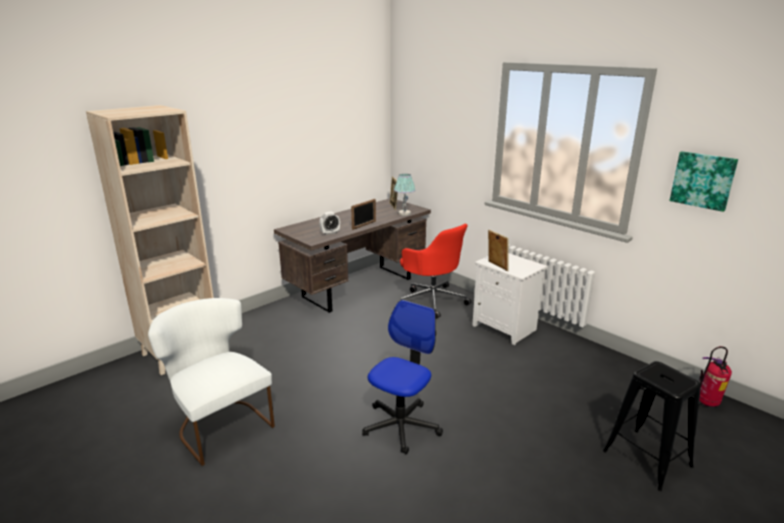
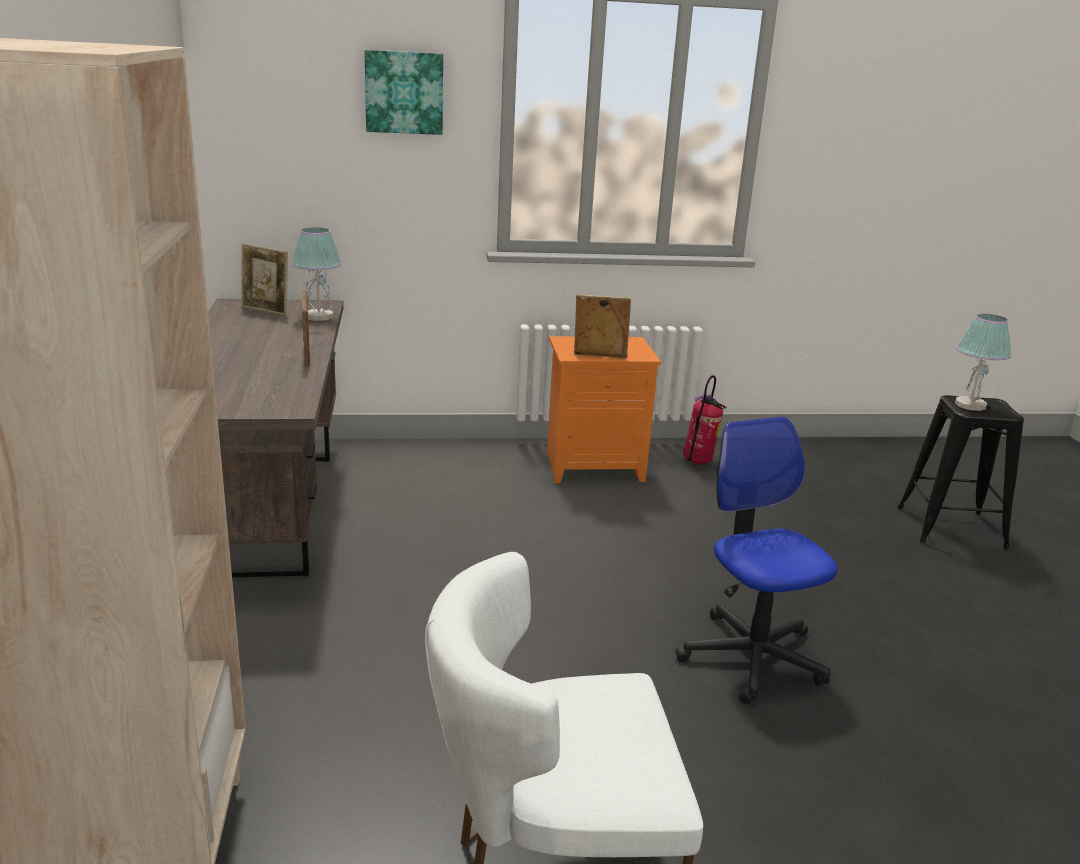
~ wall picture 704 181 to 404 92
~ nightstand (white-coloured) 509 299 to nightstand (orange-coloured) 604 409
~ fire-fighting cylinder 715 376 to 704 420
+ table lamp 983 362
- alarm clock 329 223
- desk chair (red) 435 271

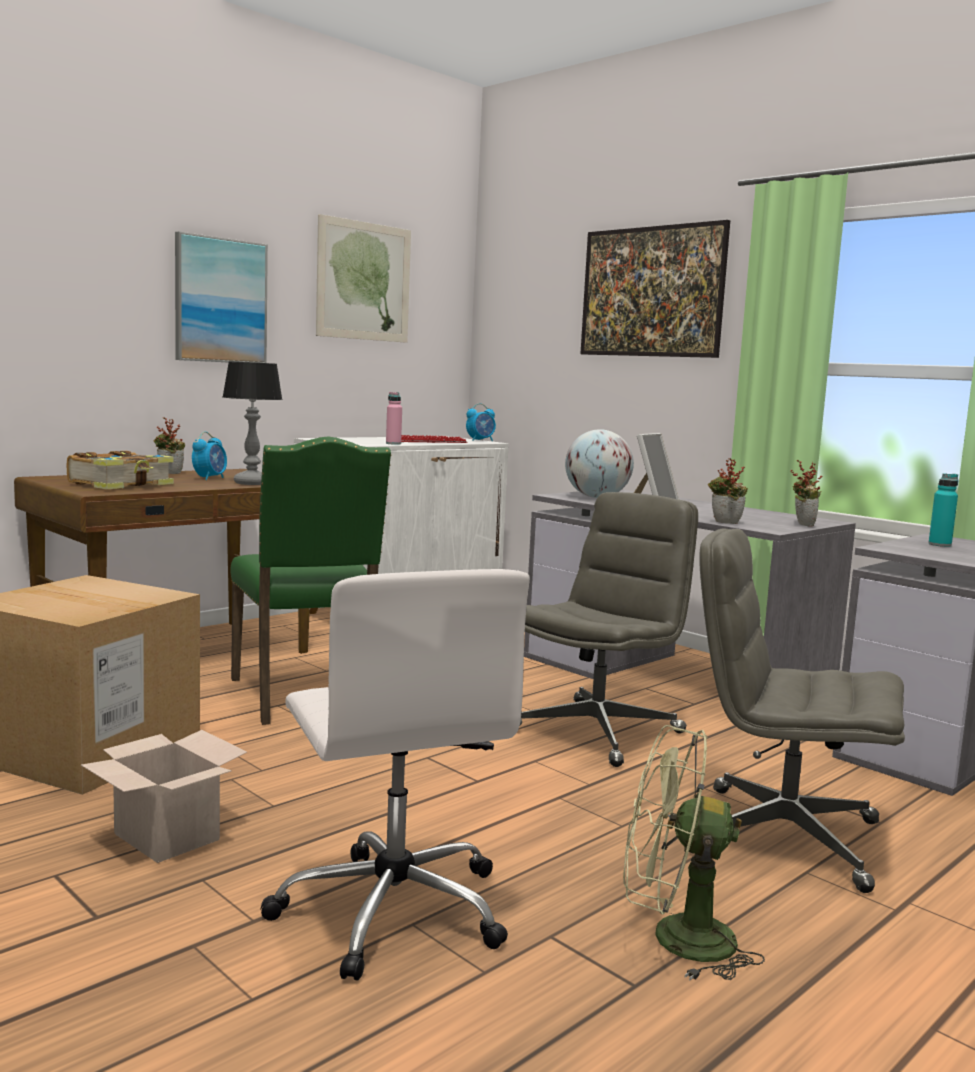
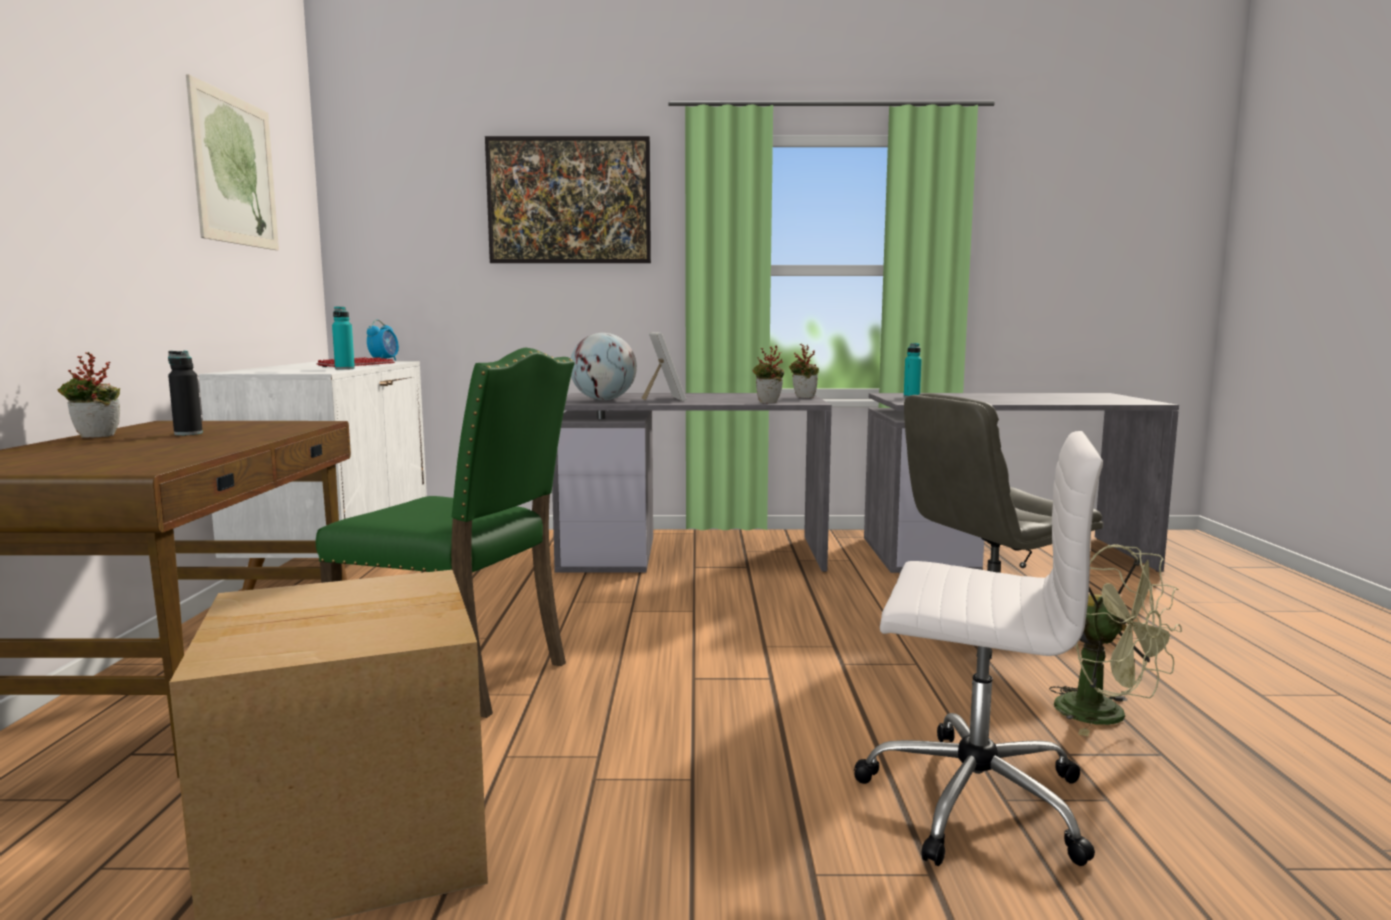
~ alarm clock 209 456 to bottle (black-coloured) 185 393
~ bottle (pink) 394 418 to bottle (turquoise-coloured) 343 338
~ cooling fan (green-coloured) 694 853 = 1115 640 90 degrees counterclockwise
- bound book 120 470
- packing box 164 796
- wall picture 221 297
- table lamp 253 423
- desk chair (grey) 608 629

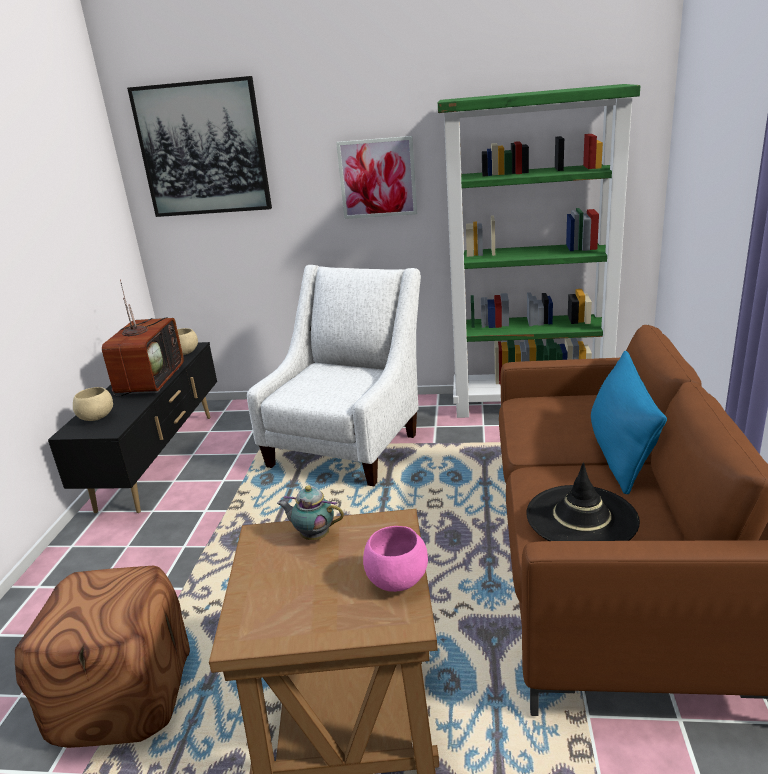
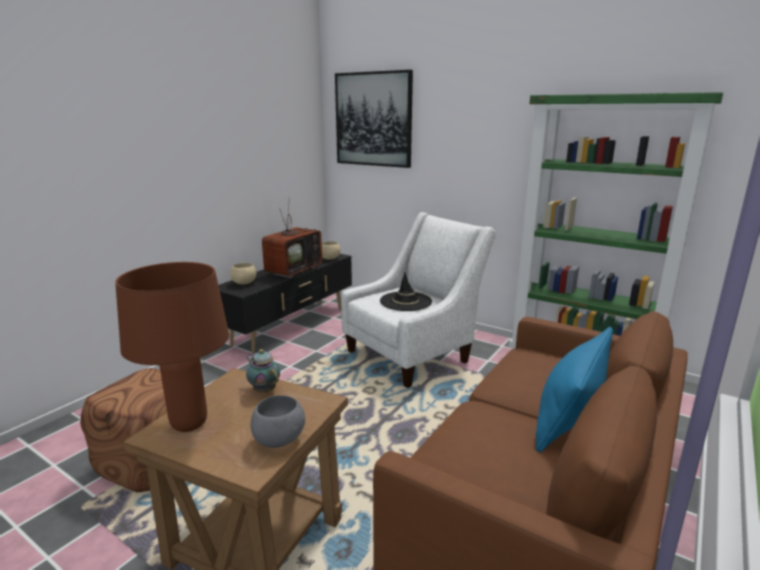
+ table lamp (brownish) 172 347
~ serving bowl (pink) 395 559 to serving bowl (grey) 278 421
~ hat (black-coloured) 583 502 to 406 291
- wall picture 376 177

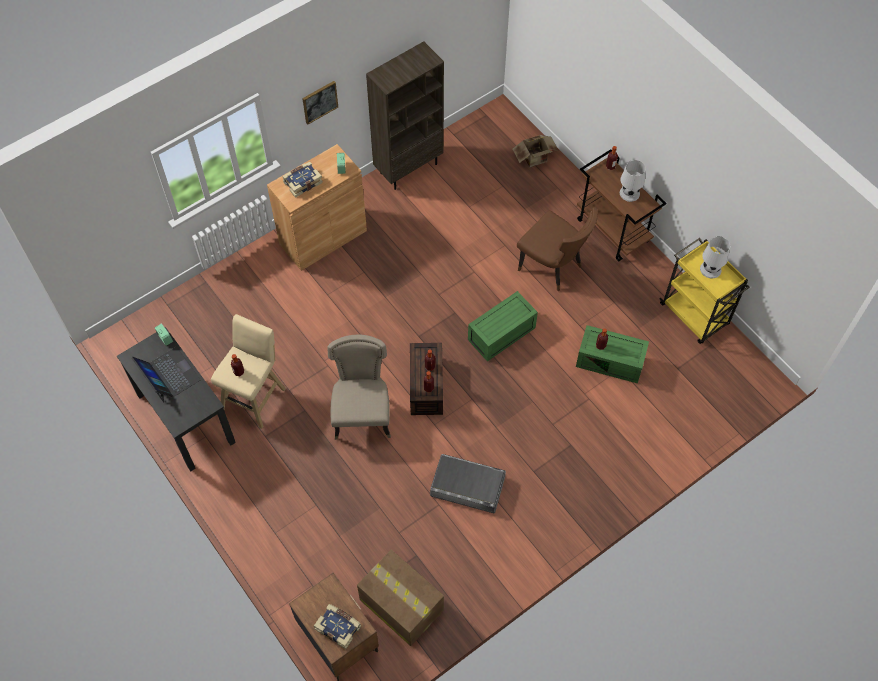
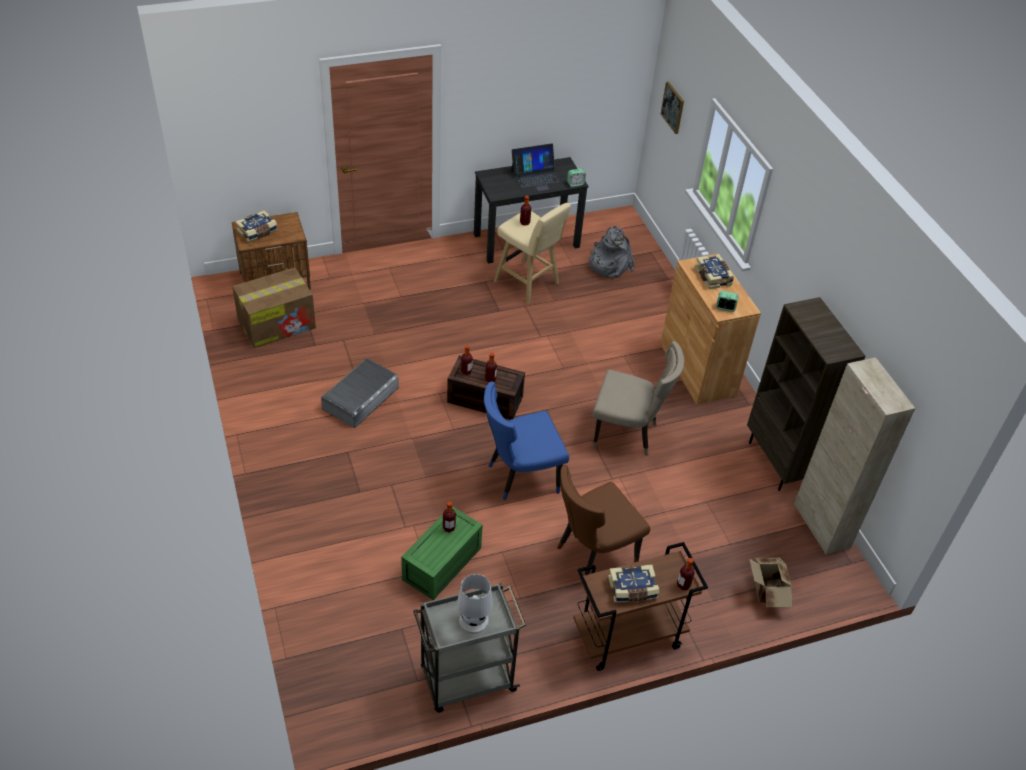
~ wheeled cart (yellow) 704 291 to wheeled cart (grey) 469 648
~ storage container (green-coloured) 503 326 to chair (blue) 526 441
+ rucksack (grey) 611 252
~ chair (sand-coloured) 359 387 to 638 398
~ table lamp (white-coloured) 633 181 to bound book 633 583
~ wall picture 320 103 to 672 107
+ cupboard (sand-coloured) 854 456

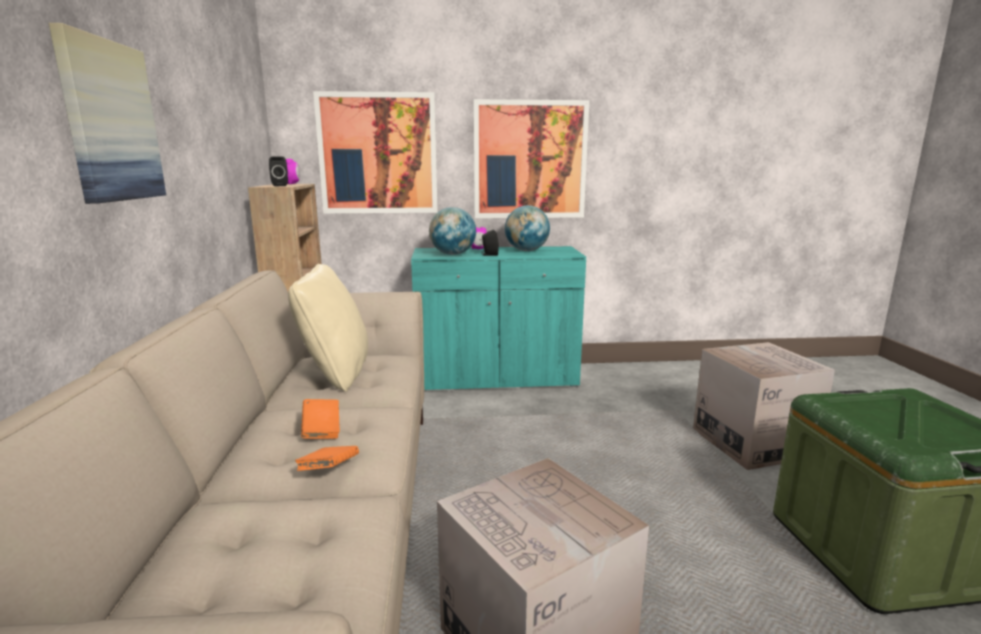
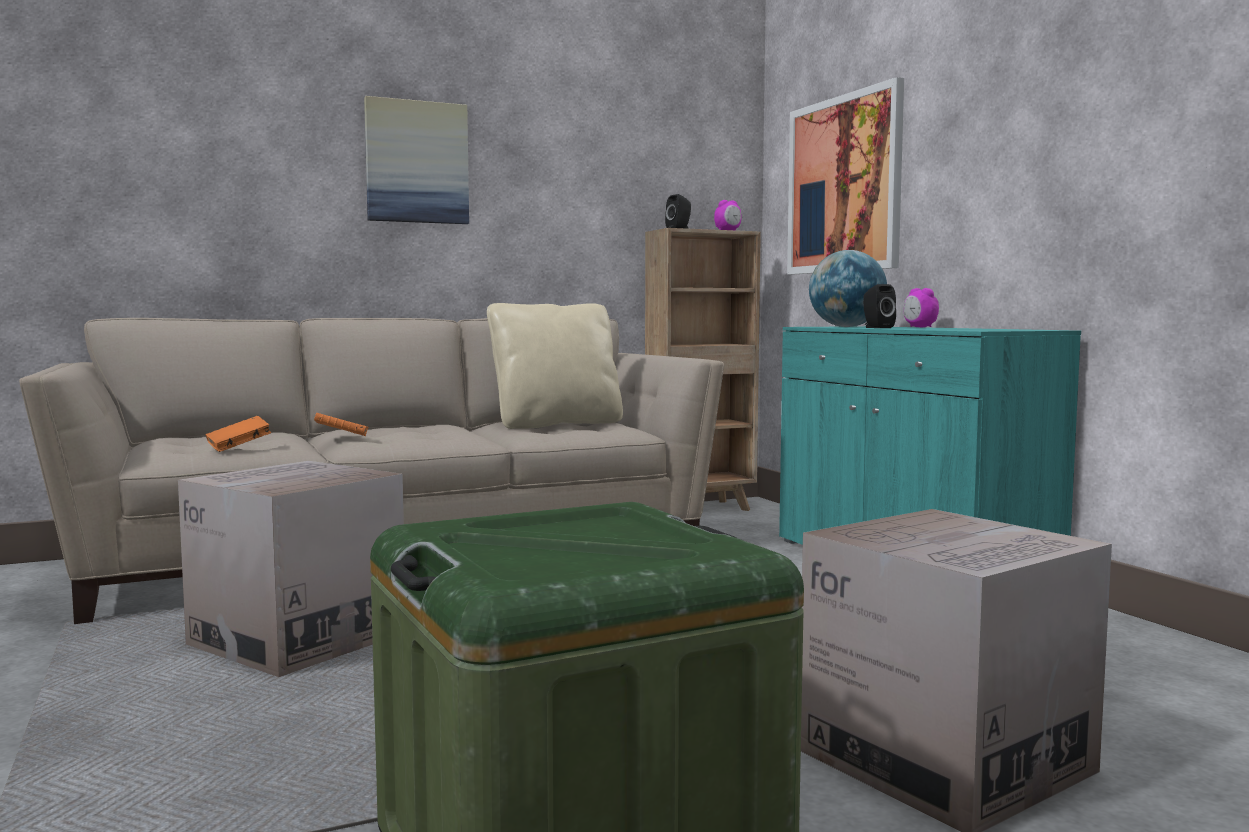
~ bound book (orange-coloured) 320 419 to 238 434
- wall picture 531 158
- globe 527 228

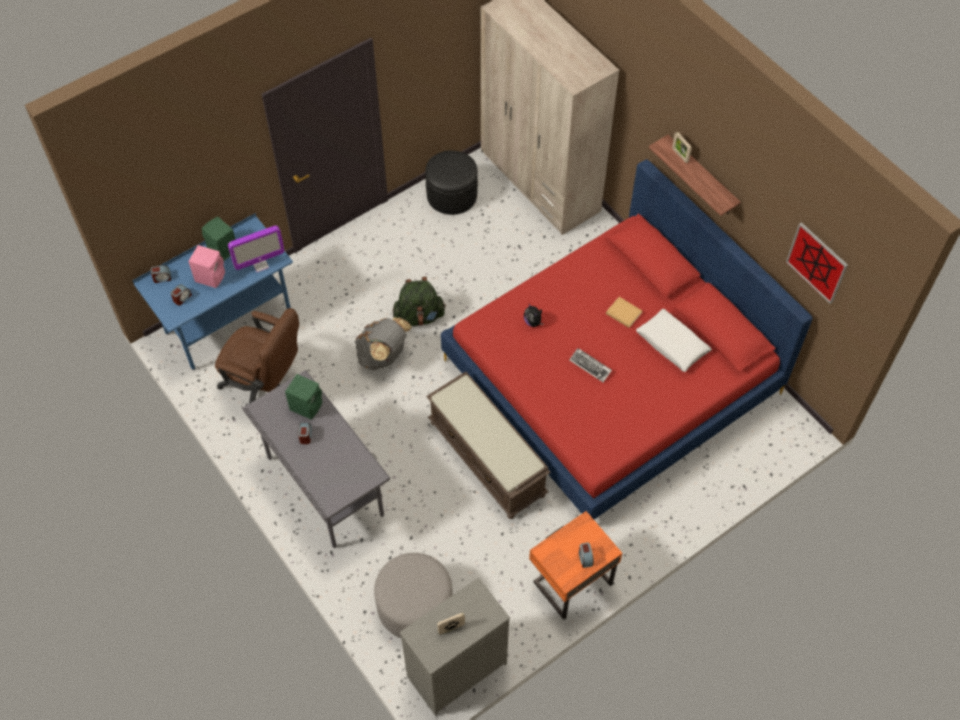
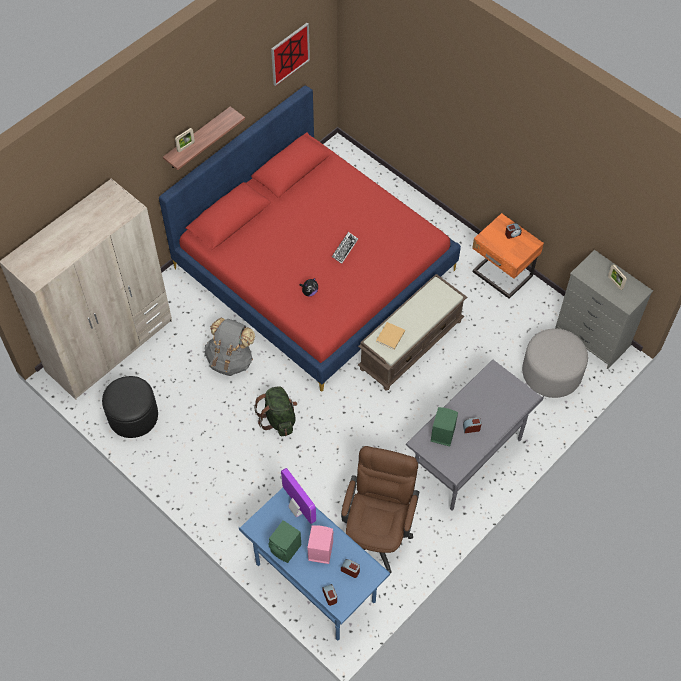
~ rucksack (grey) 383 343 to 230 347
~ bound book (sand-coloured) 624 312 to 390 336
- throw pillow (white-coloured) 674 340

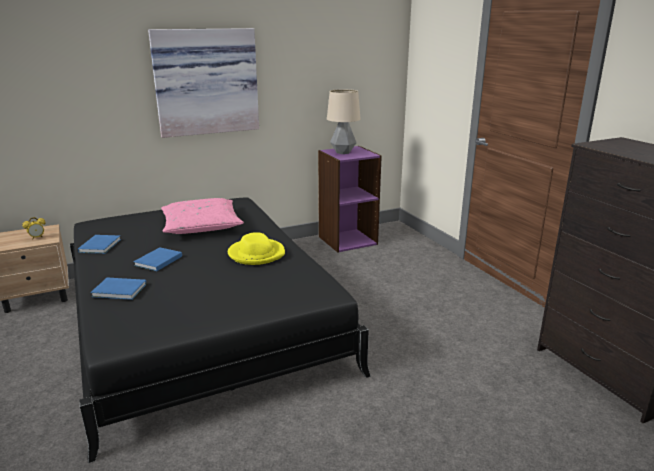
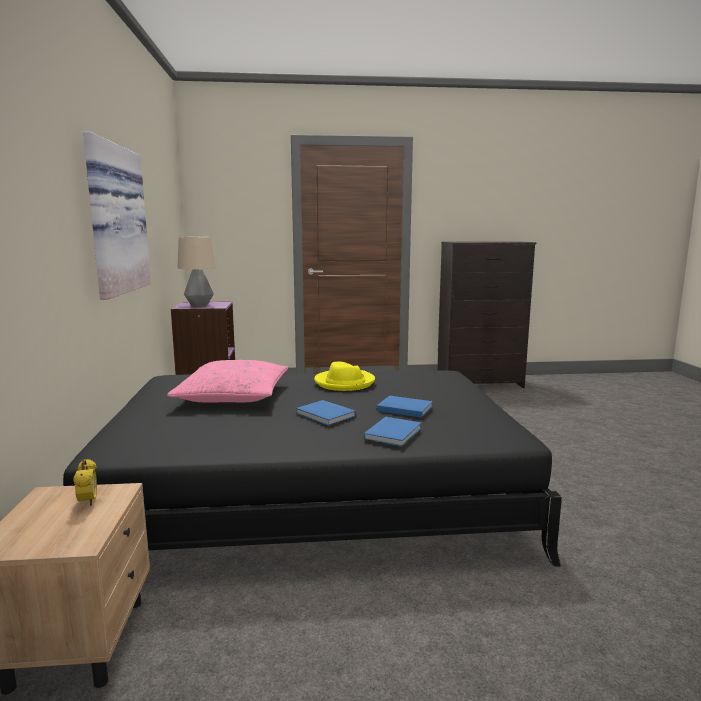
~ bound book (blue) 99 244 to 405 407

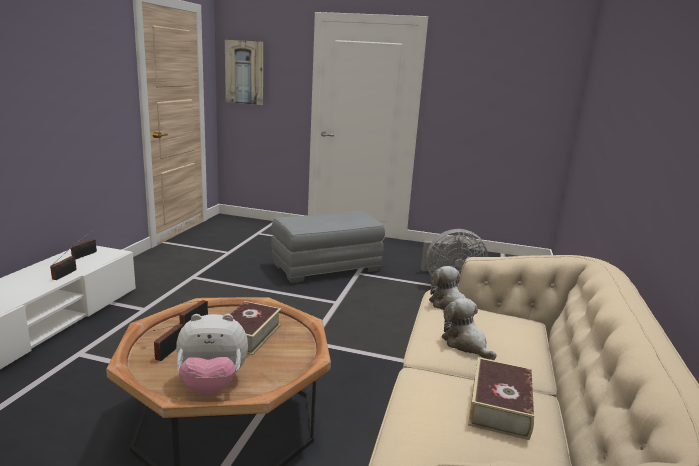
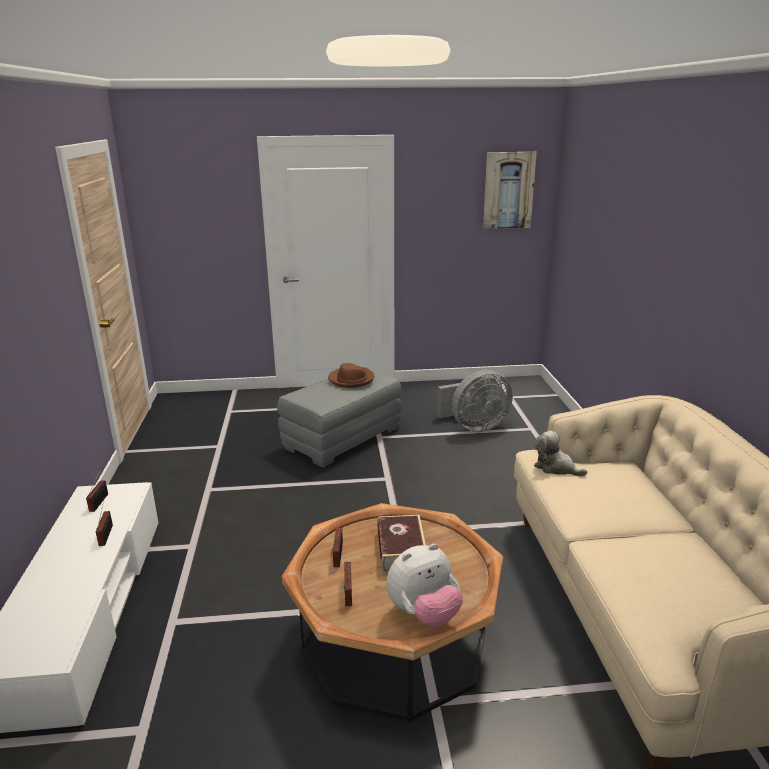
+ hat (brownish) 351 375
~ wall picture 244 72 to 510 190
- plush toy 469 329
- bound book 501 398

